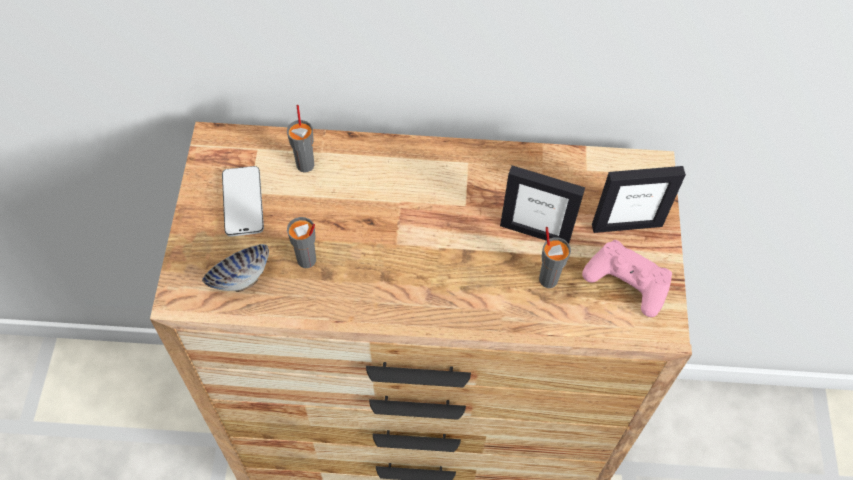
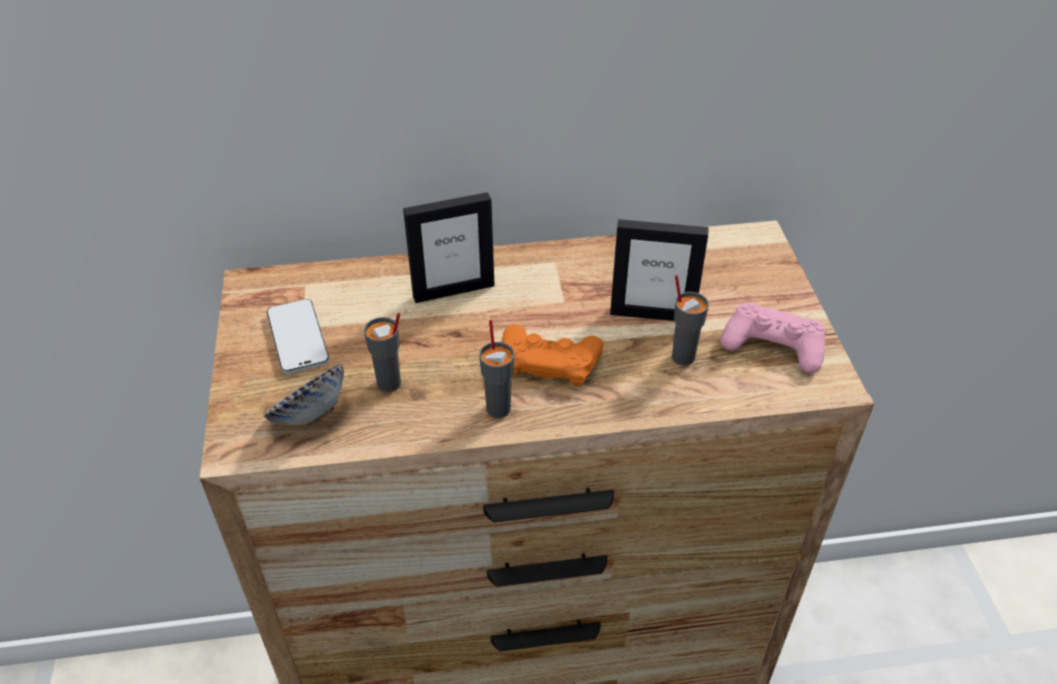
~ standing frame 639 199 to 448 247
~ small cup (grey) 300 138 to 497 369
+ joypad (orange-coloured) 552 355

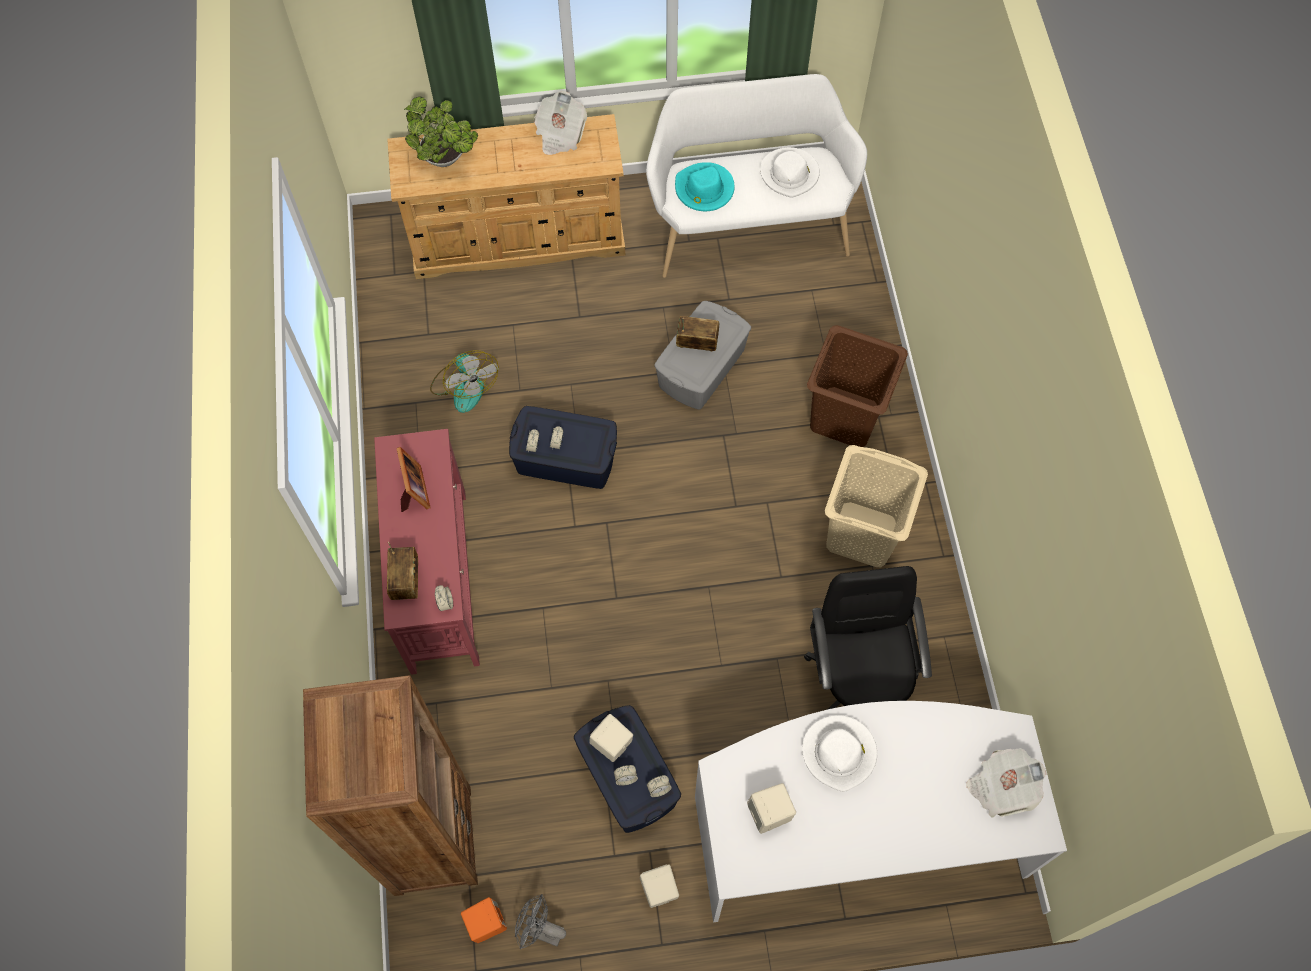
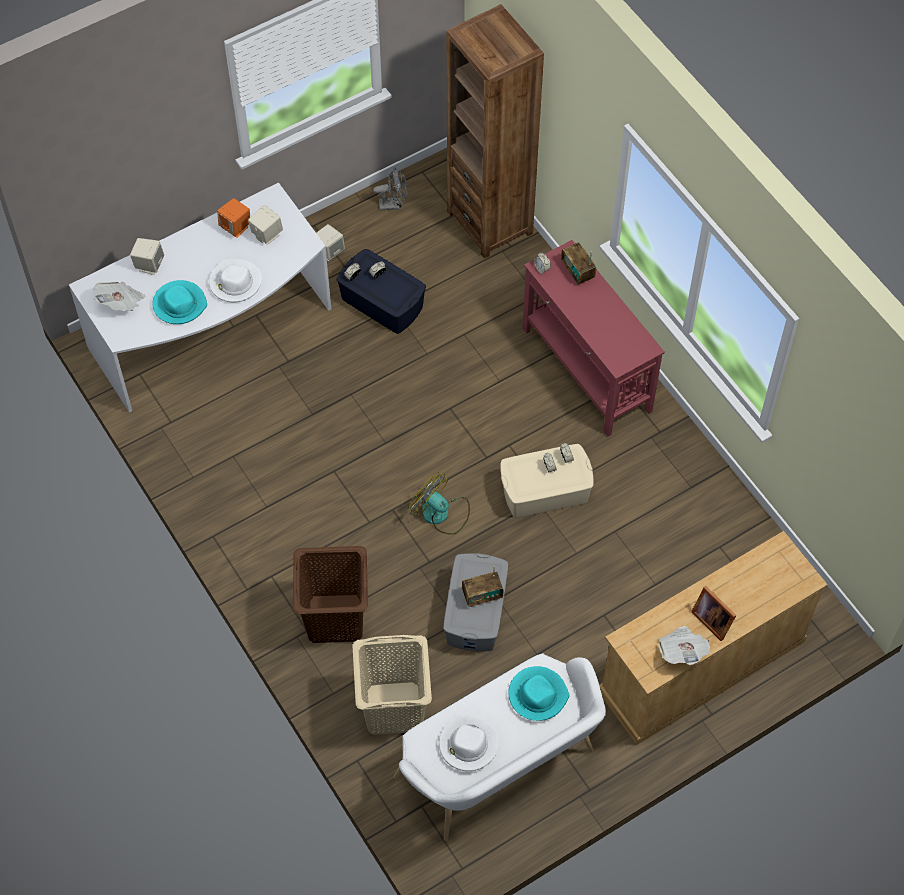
~ speaker (sand-coloured) 611 738 to 147 256
+ hat (turquoise-coloured) 179 302
~ speaker (orange-coloured) 484 920 to 233 218
~ washing basket (sand-coloured) 876 506 to 392 685
~ cooling fan 464 381 to 439 503
~ storage container (blue) 563 447 to storage container (sand-coloured) 547 481
~ standing frame 413 479 to 713 613
- plant in a pot 441 131
- desk chair (black-coloured) 868 638

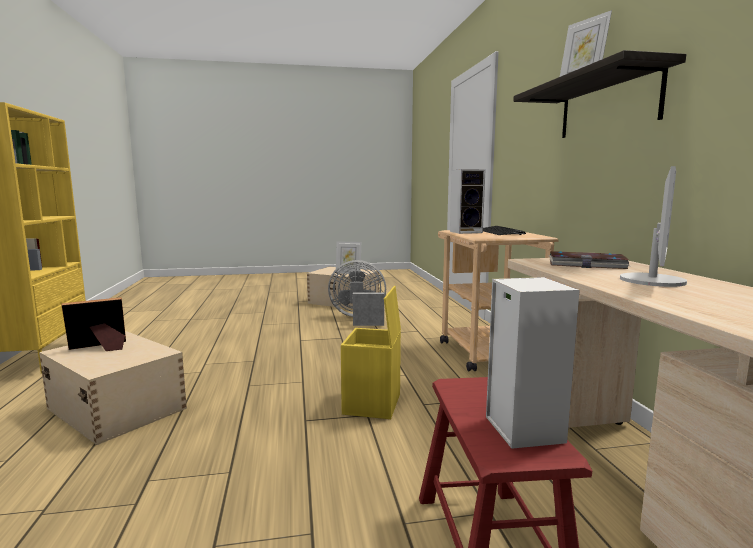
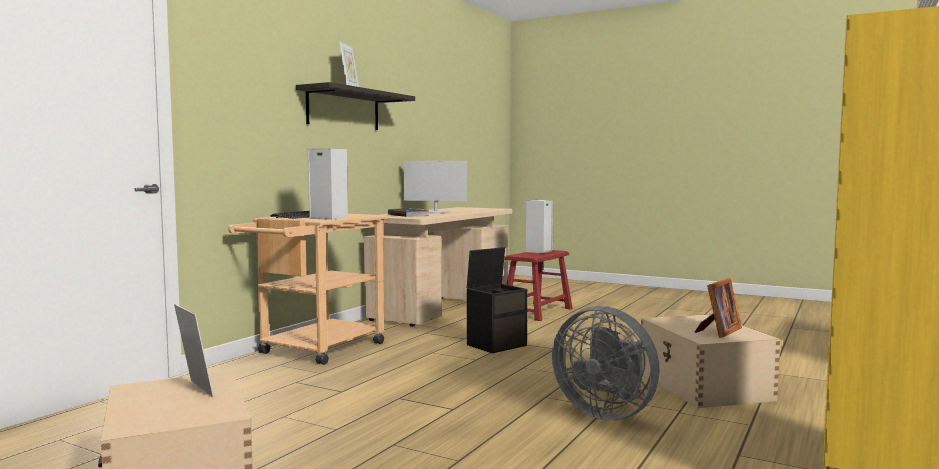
~ monitor 653 226 = 435 187 150 degrees counterclockwise
~ storage container (yellow) 371 352 to storage container (black-coloured) 497 300
~ cooling fan (grey) 357 293 to 606 363
~ standing frame 94 324 = 718 308 60 degrees counterclockwise

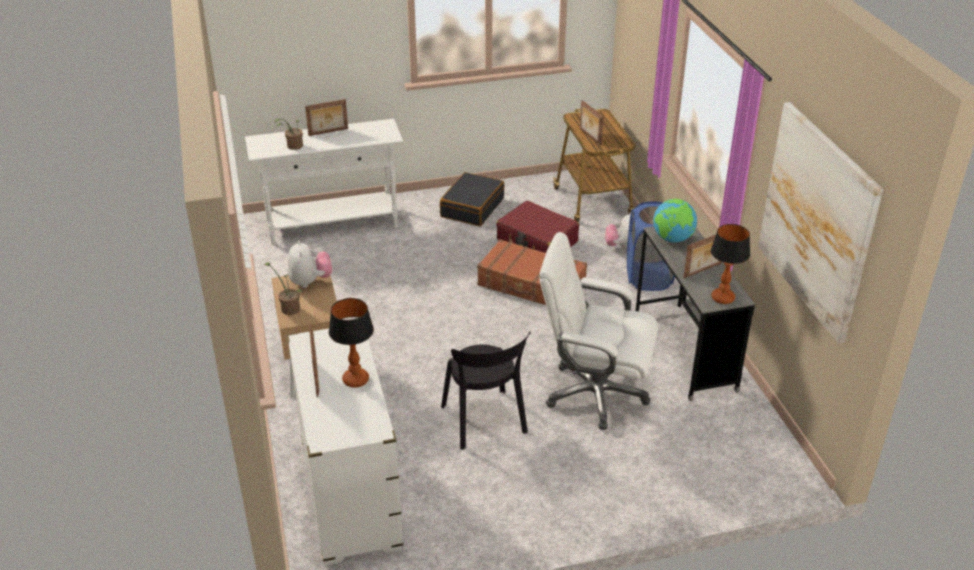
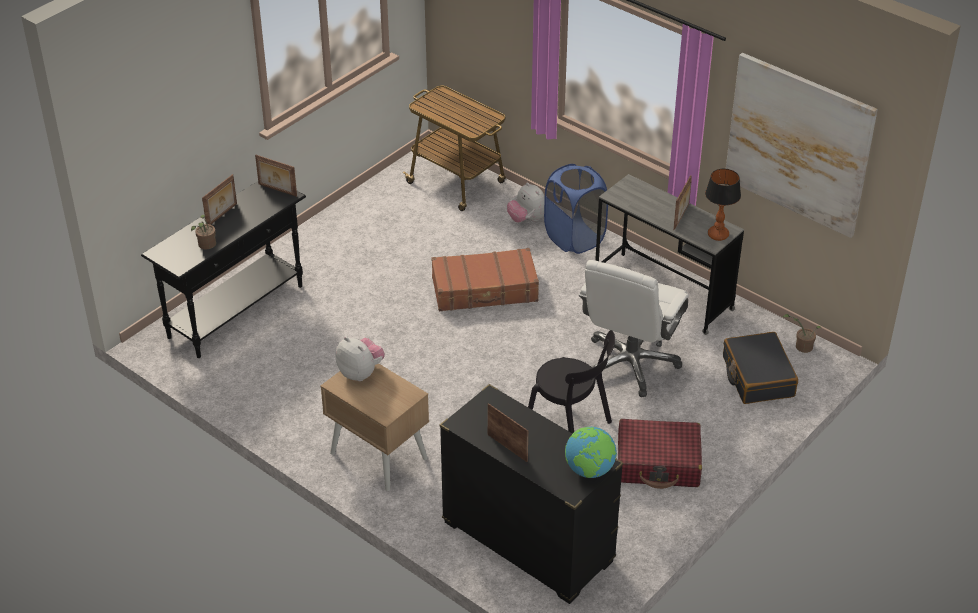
~ hall table (white-coloured) 324 182 to hall table (black-coloured) 223 269
~ standing frame 592 122 to 276 176
~ drawer chest (white-coloured) 345 447 to drawer chest (black-coloured) 531 494
~ globe 675 220 to 591 452
~ desk chair (white-coloured) 598 331 = 634 328 45 degrees counterclockwise
~ travel case (red) 537 227 to 660 454
~ travel case (black-coloured) 472 199 to 760 368
~ plant in a pot 283 288 to 802 333
- table lamp 351 343

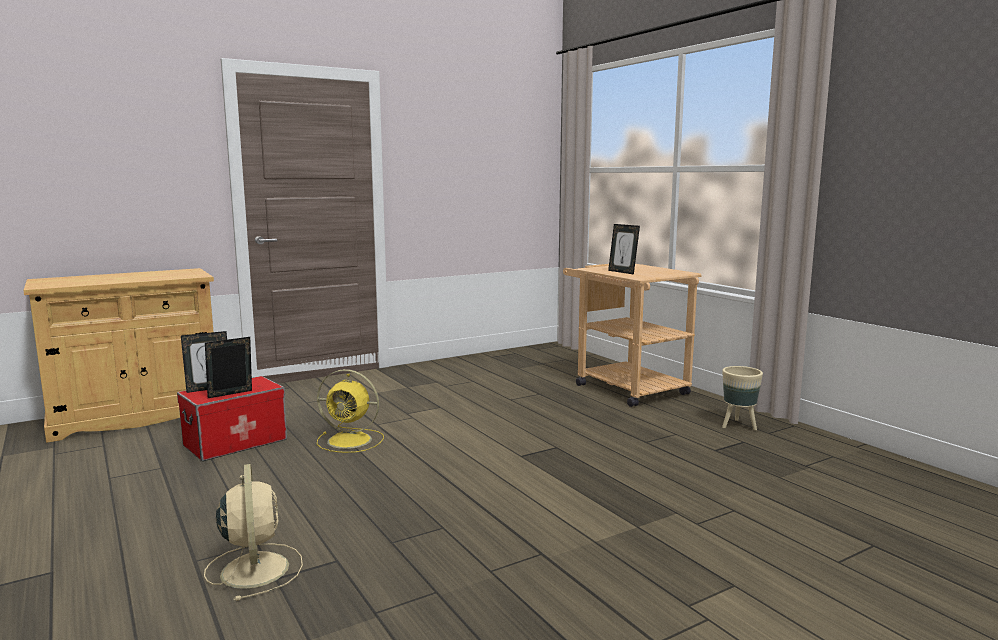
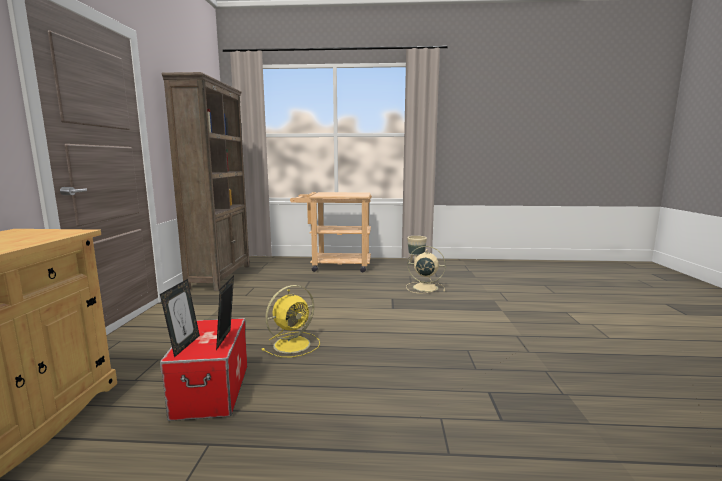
+ bookshelf (brownish) 205 181
~ cooling fan (sand-coloured) 253 532 to 426 270
- standing frame 624 249

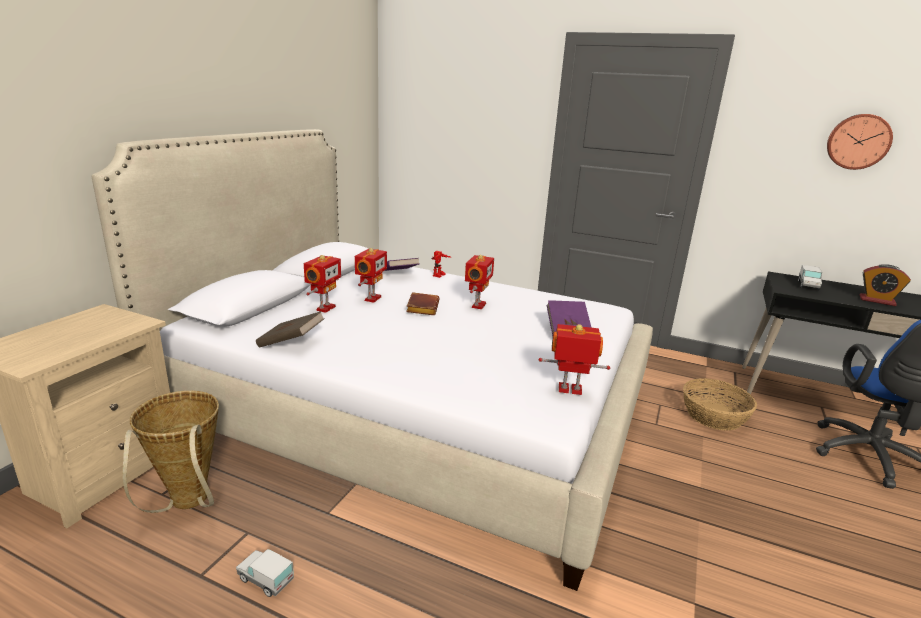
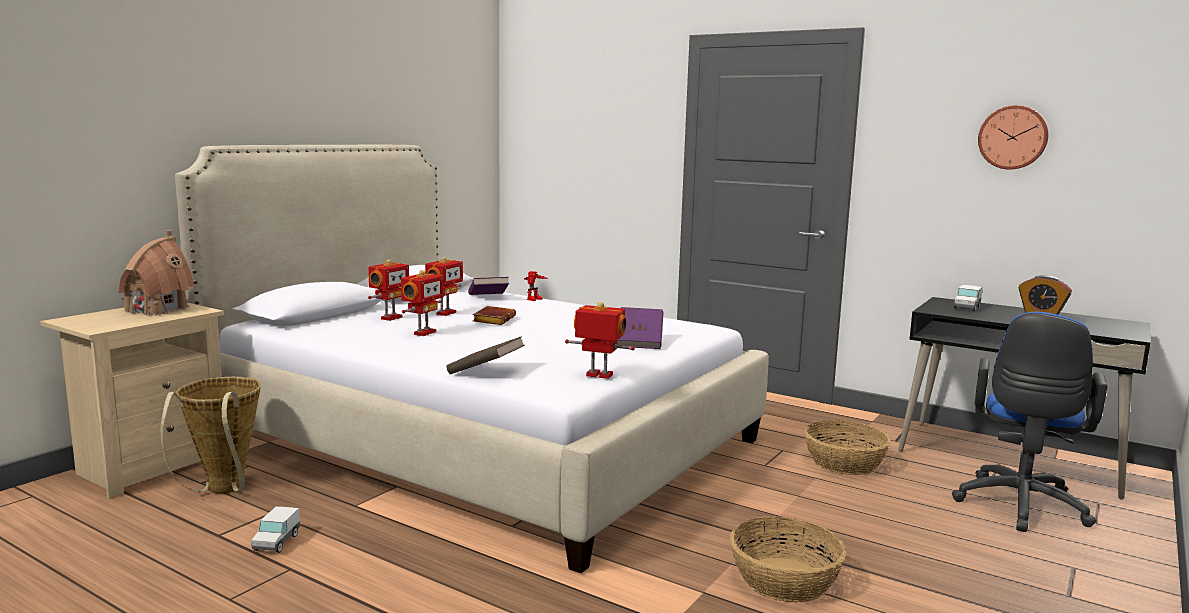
+ miniature house 156 273
~ toy lorry 265 573 = 275 529 120 degrees counterclockwise
~ model robot 479 282 to 422 303
~ bound book (brownish) 290 329 to 485 355
+ storage basket 788 559

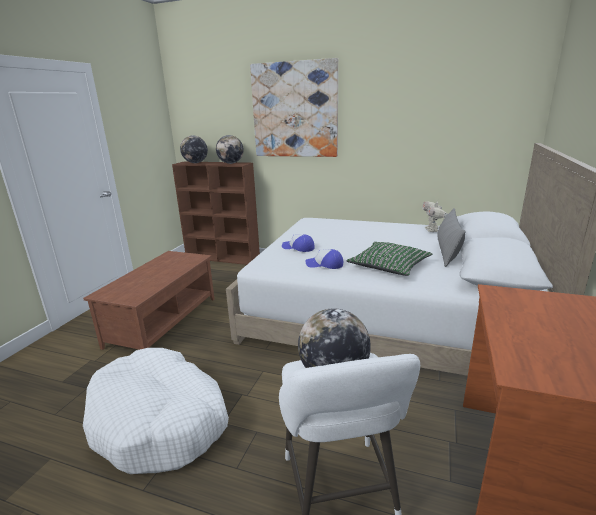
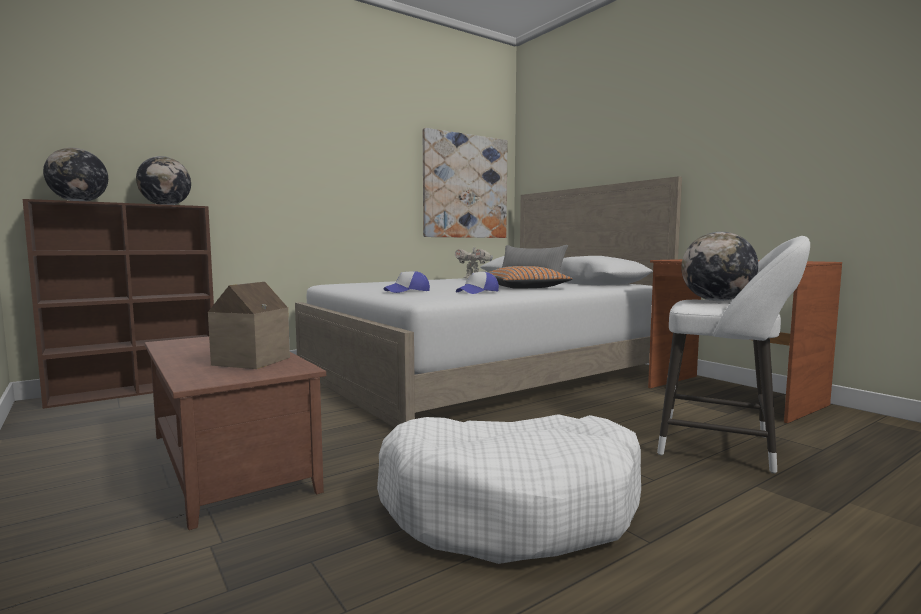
+ miniature house 249 325
~ wall picture 294 107 to 464 183
~ throw pillow (green-coloured) 389 259 to throw pillow (orange-coloured) 530 277

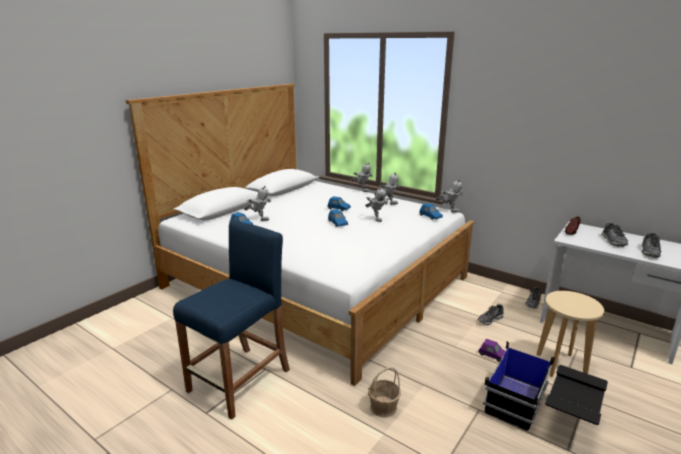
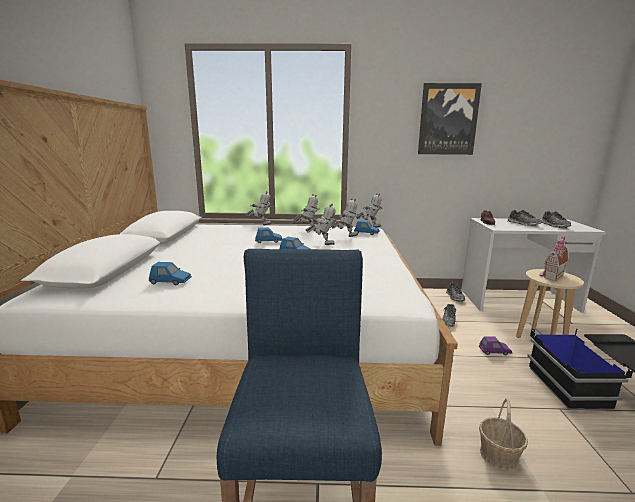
~ model robot 258 203 to 345 217
+ wall picture 450 119
+ miniature house 553 258

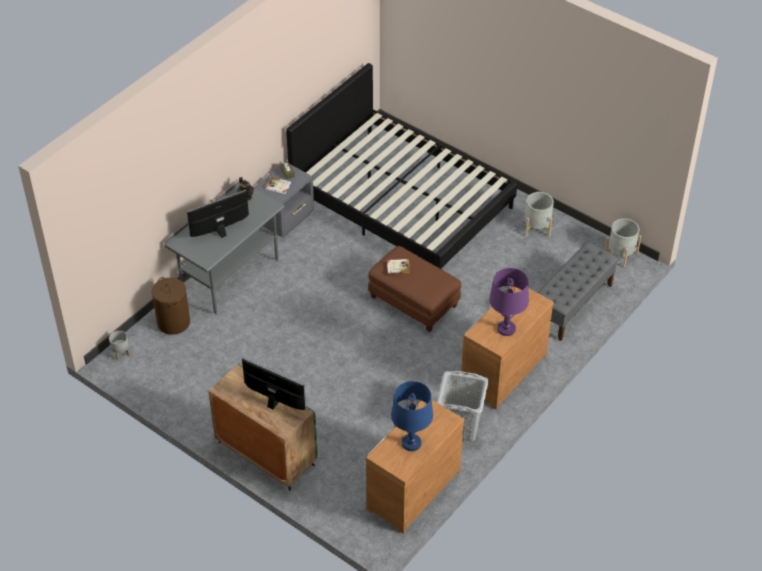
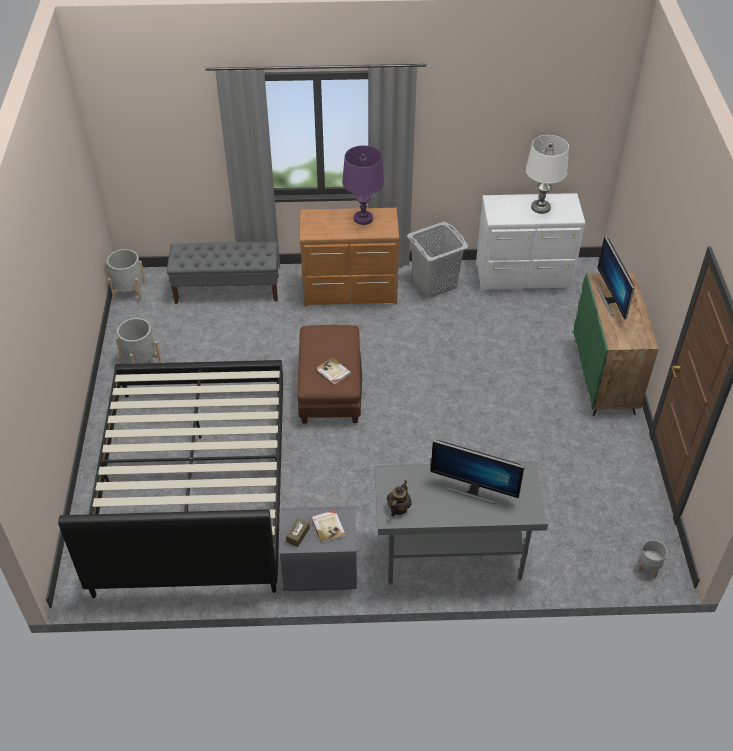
~ drawer chest (brownish) 415 467 to drawer chest (white-coloured) 530 242
~ table lamp (blue) 412 416 to table lamp (white-coloured) 547 174
- washing basket (brownish) 171 306

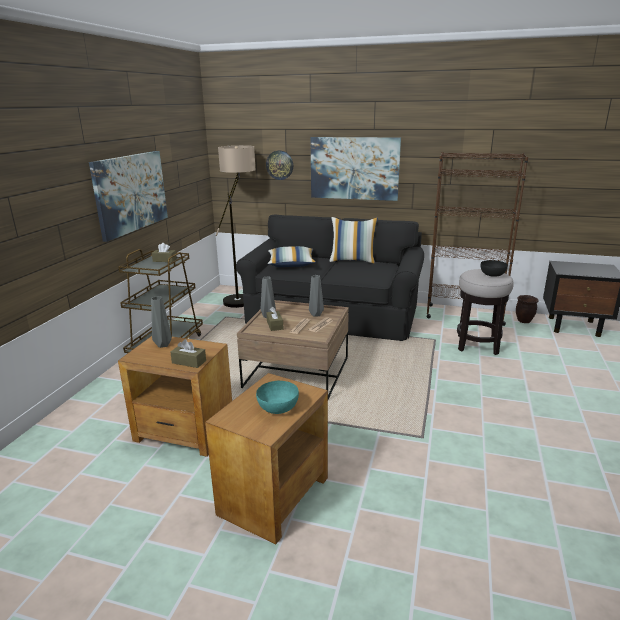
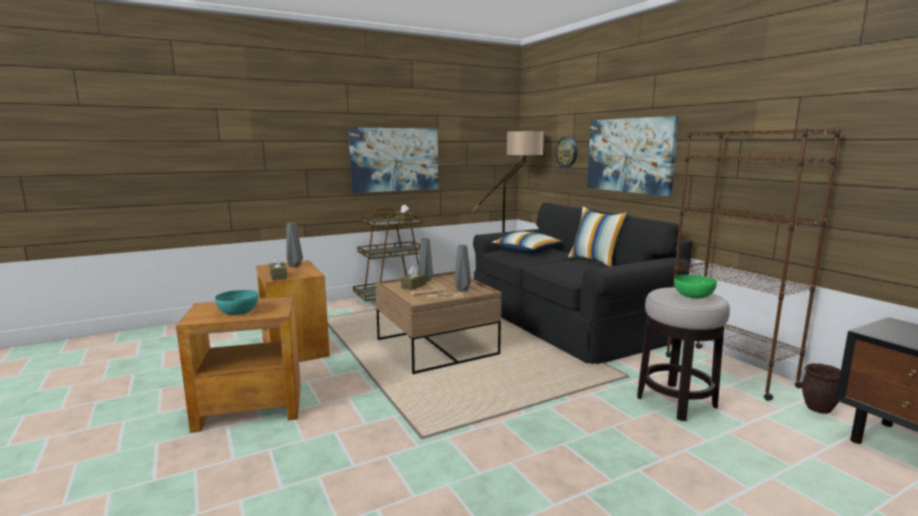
~ serving bowl (black-coloured) 494 268 to serving bowl (green-coloured) 695 286

